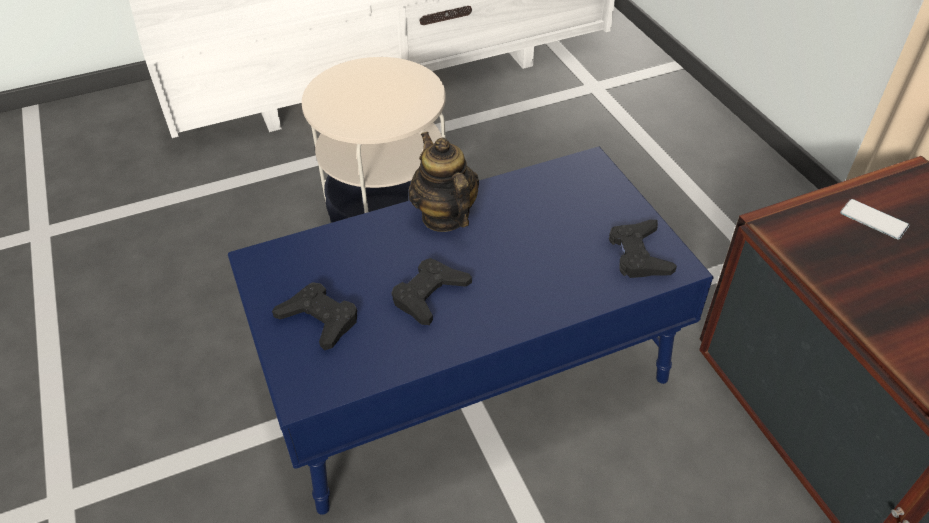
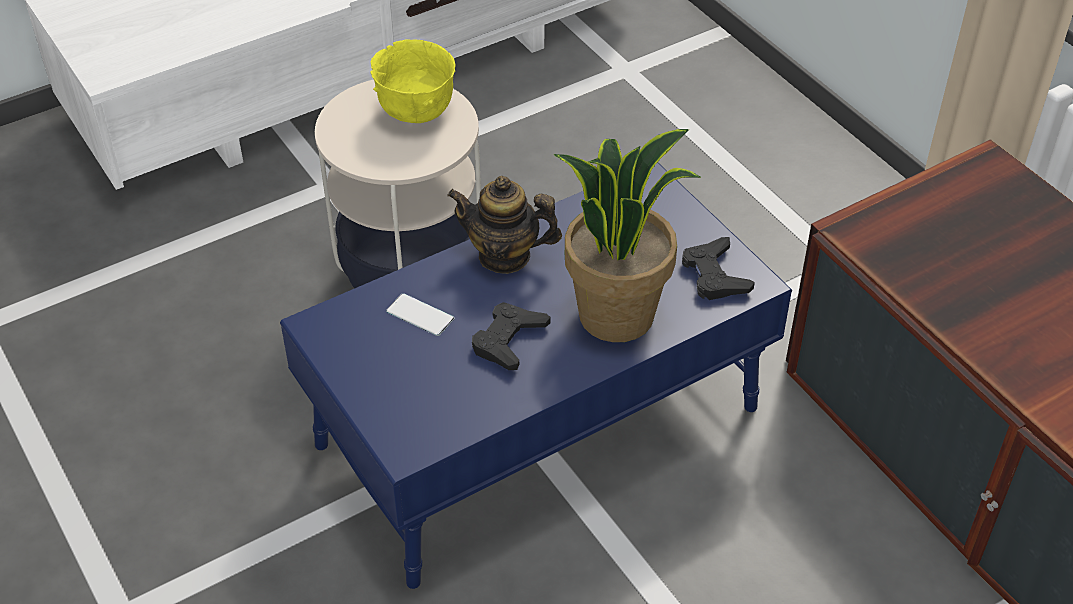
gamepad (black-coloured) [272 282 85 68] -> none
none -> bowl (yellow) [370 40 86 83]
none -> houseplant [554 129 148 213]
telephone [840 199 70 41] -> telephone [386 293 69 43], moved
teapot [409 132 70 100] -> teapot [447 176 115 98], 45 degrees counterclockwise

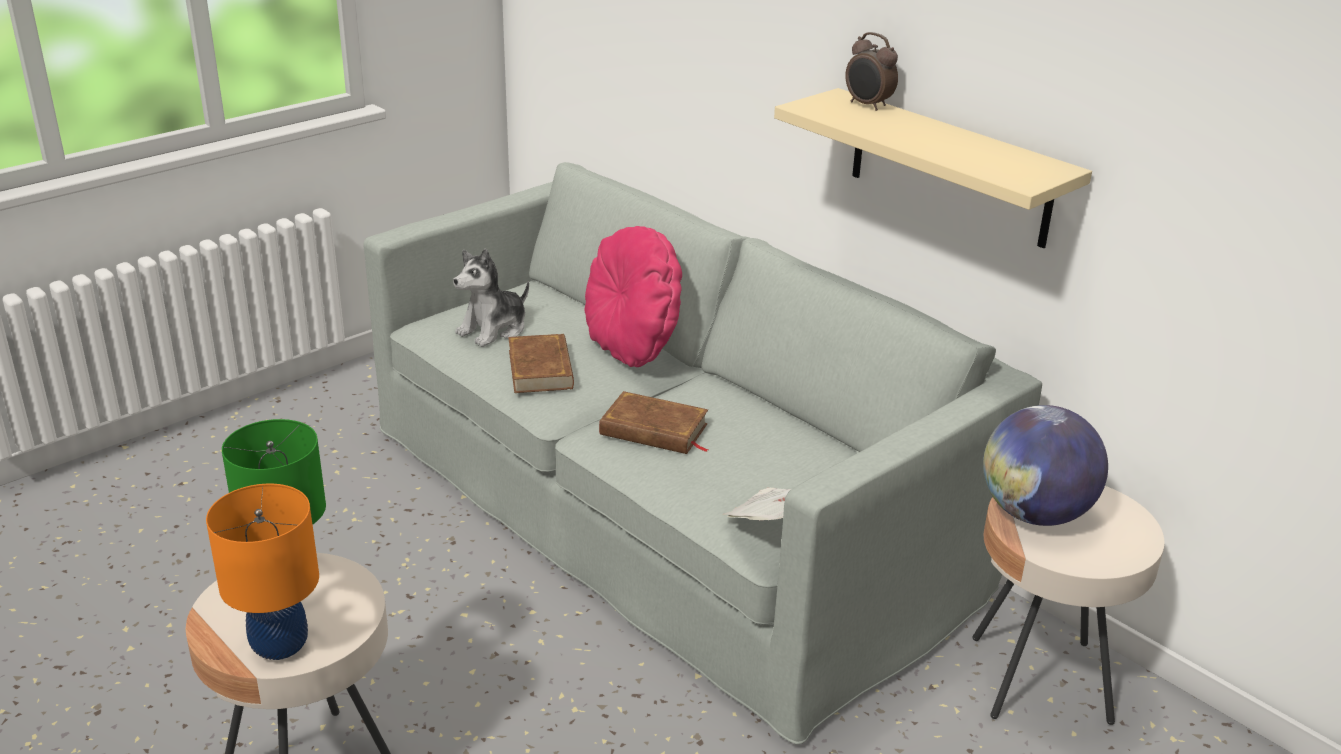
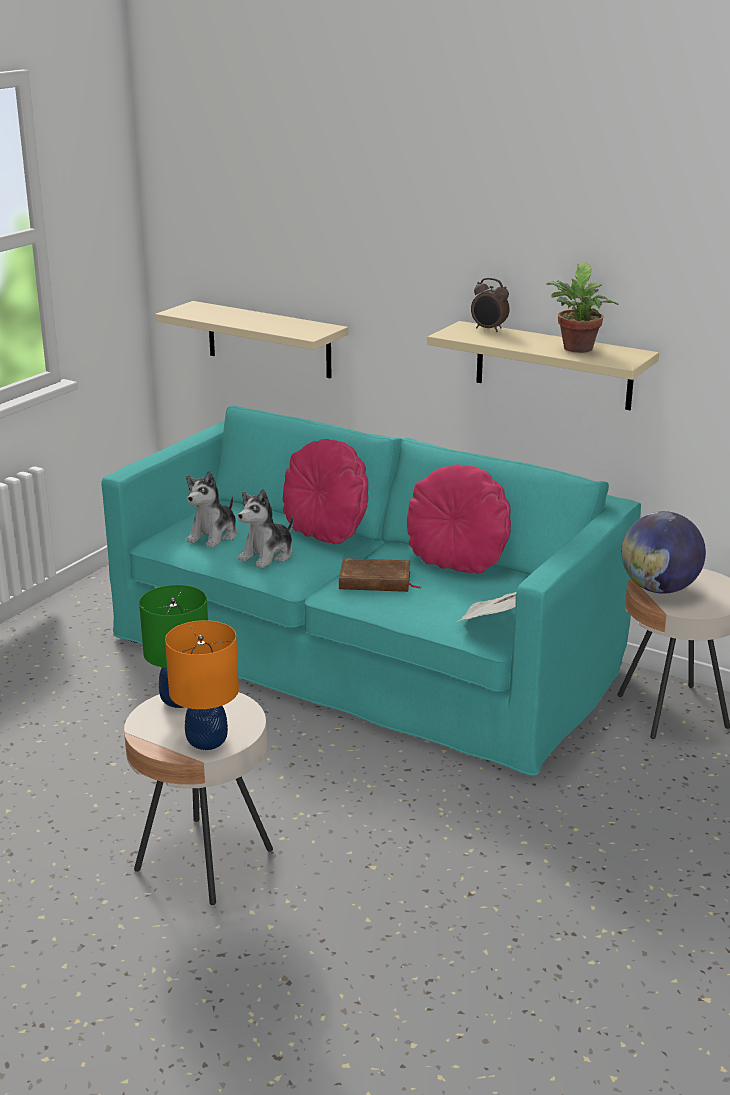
none -> wall shelf (sand-coloured) [155 301 194 78]
none -> throw pillow (pink) [407 464 104 110]
none -> houseplant [546 263 73 90]
bound book (brown-coloured) [508 334 66 59] -> cuddly toy [238 489 55 79]
sofa (gray) [363 162 679 583] -> sofa (turquoise) [101 406 540 370]

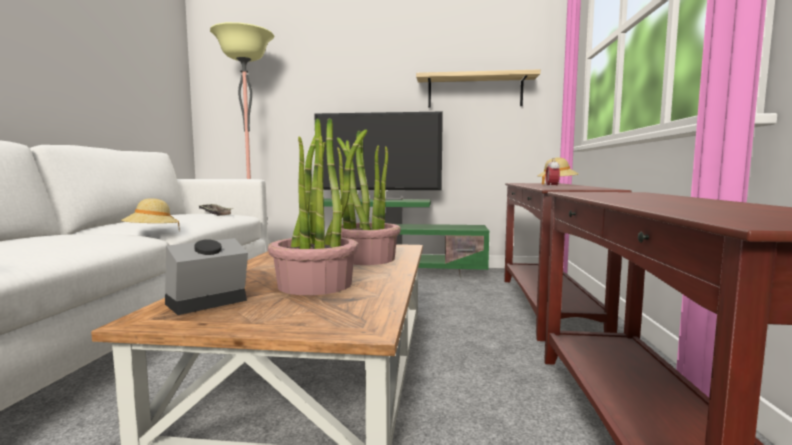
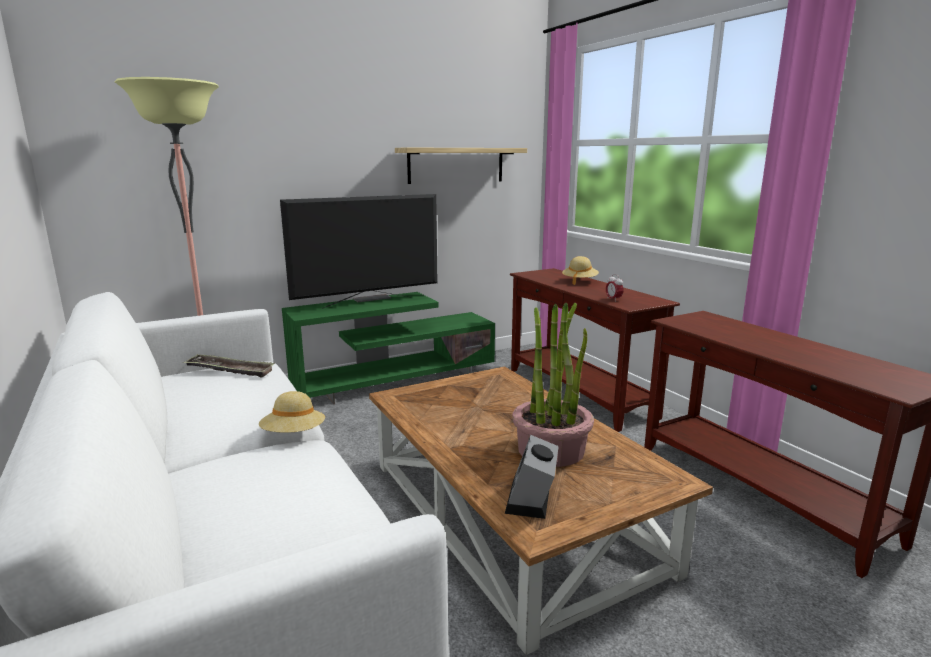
houseplant [337 131 64 134] -> none

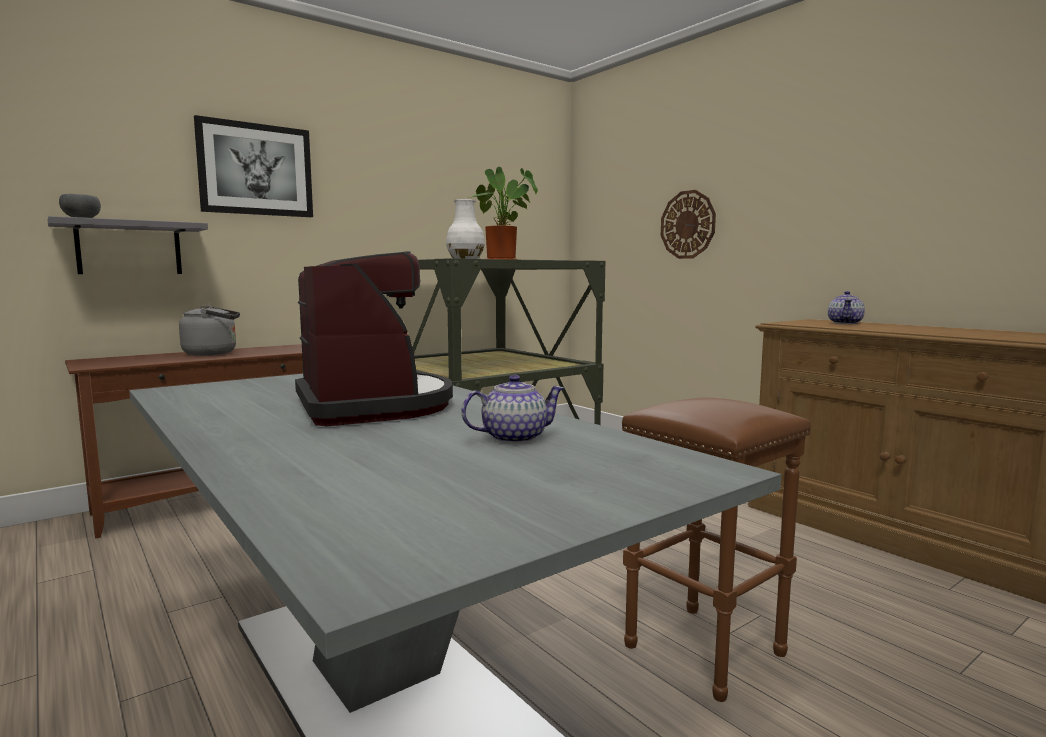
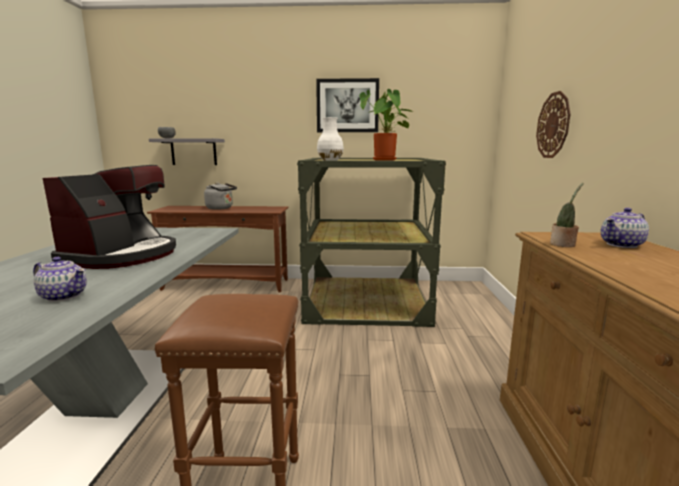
none -> houseplant [550 183 33 64]
wall art [194 115 119 102] -> wall art [316 78 63 54], moved

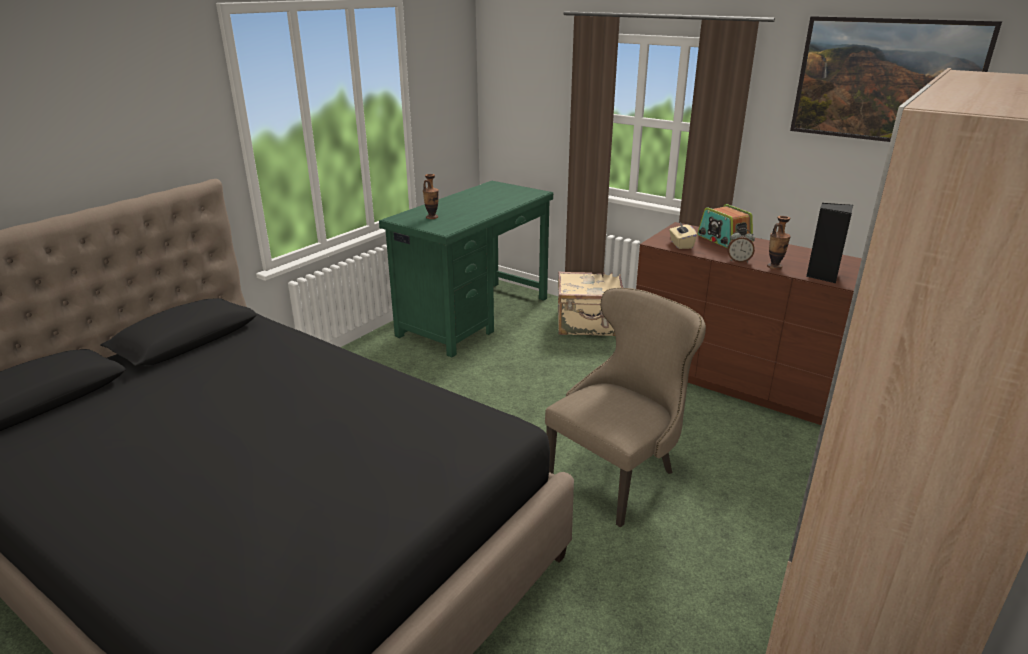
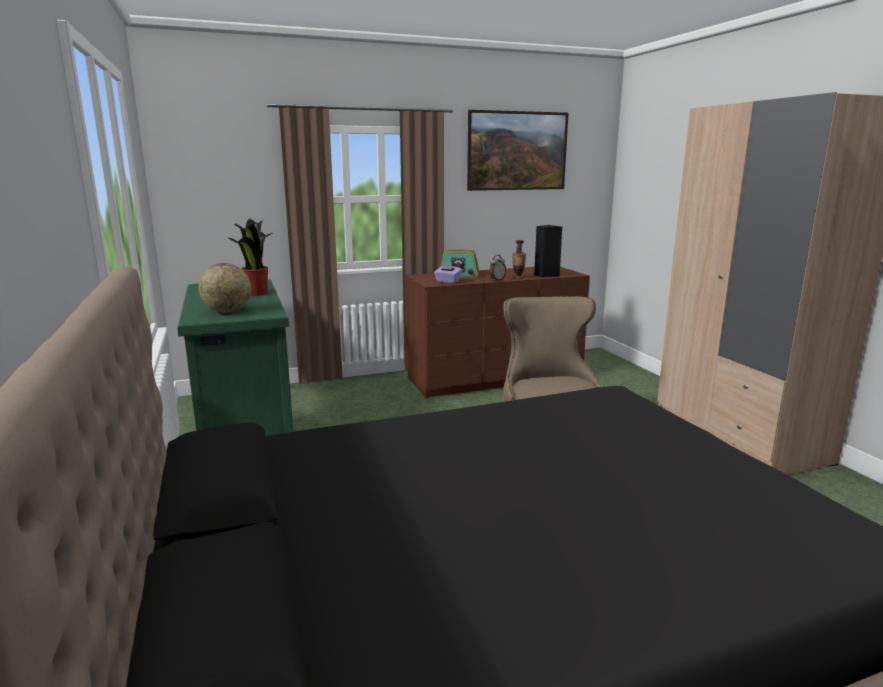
piece of luggage (sand-coloured) [558 271 65 65] -> none
none -> houseplant [228 219 44 77]
flower vase [423 174 16 45] -> desk globe [198 263 53 50]
box of tissues (sand-coloured) [669 222 28 27] -> box of tissues (purplish) [434 263 28 20]

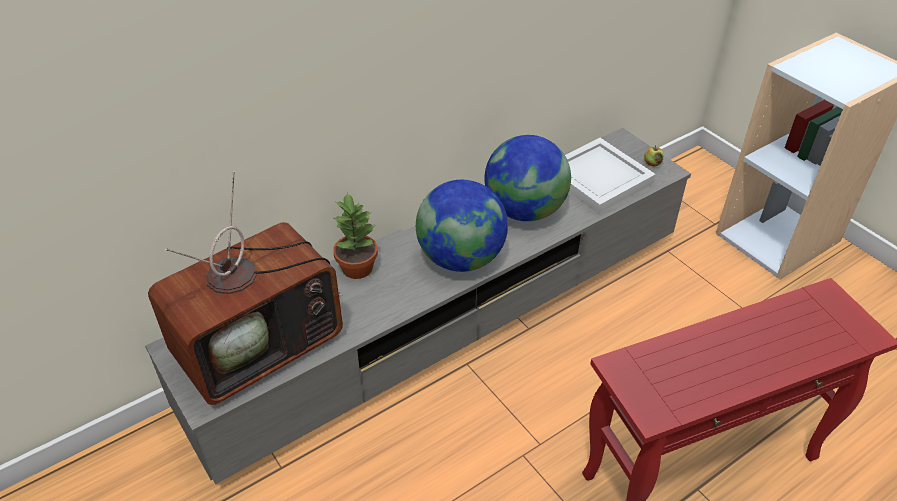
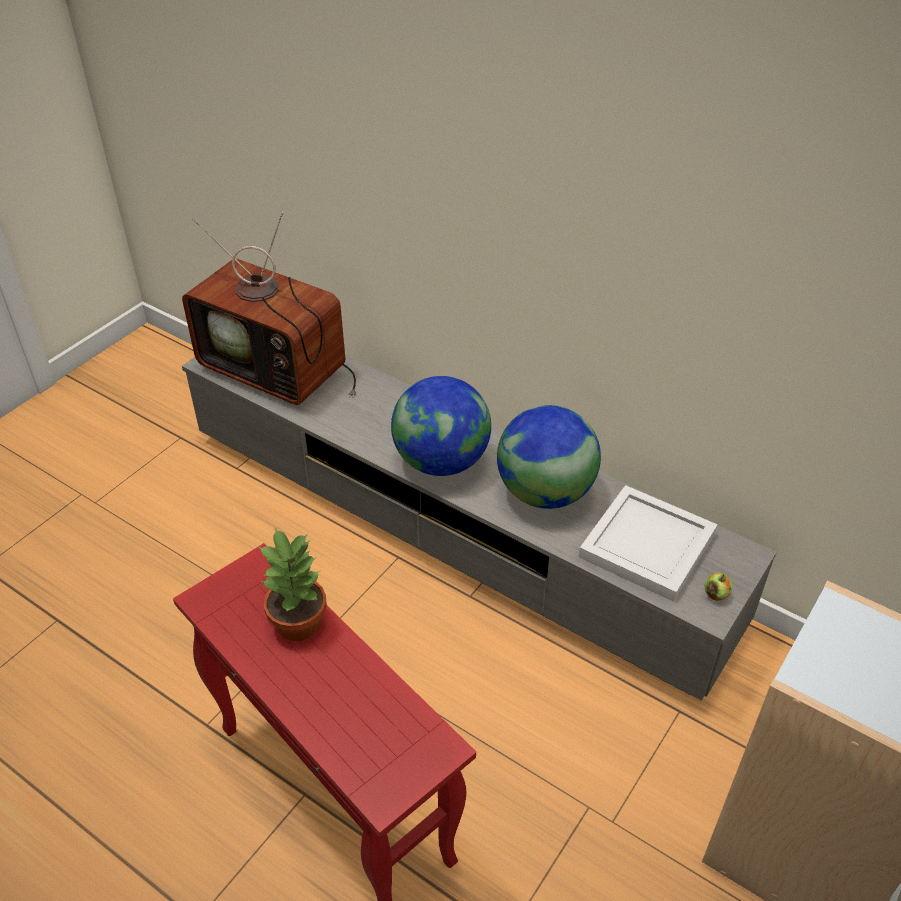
houseplant [332 192 46 87] -> houseplant [259 527 68 114], moved

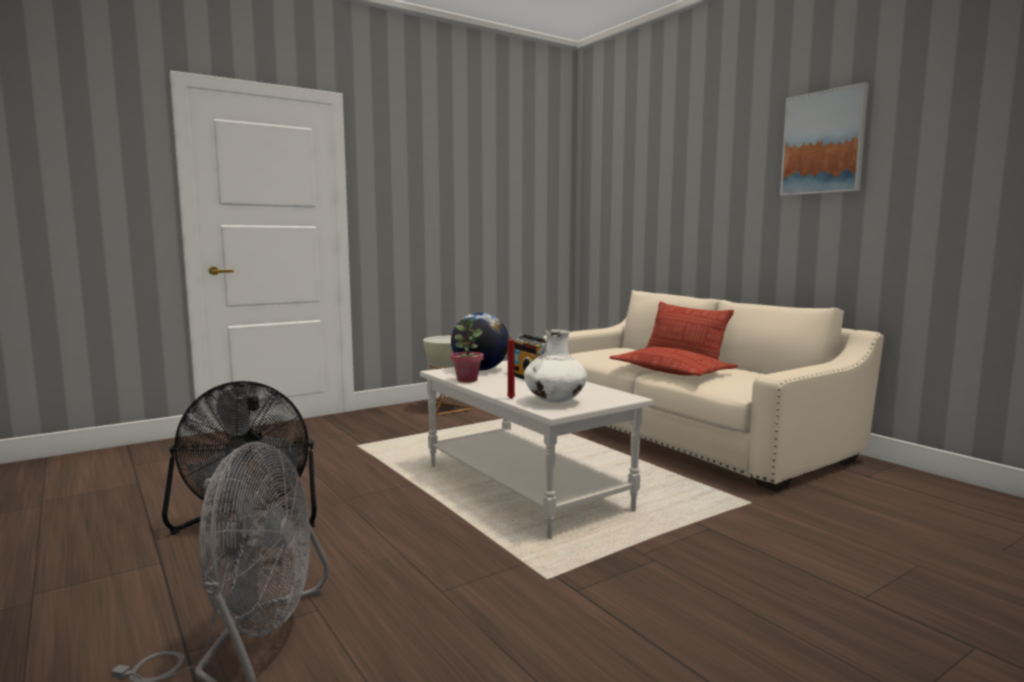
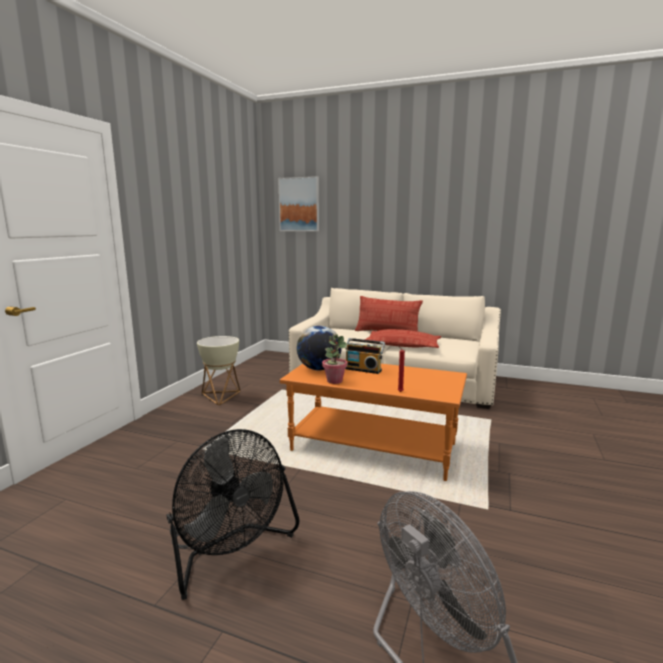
flower vase (white) [524 329 63 74] -> none
wall art [780 82 89 114] -> wall art [278 176 41 55], moved
coffee table (white) [420 360 233 179] -> coffee table (orangey) [280 359 187 122]

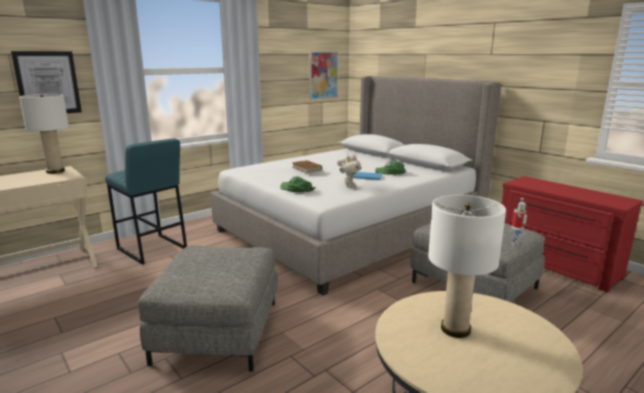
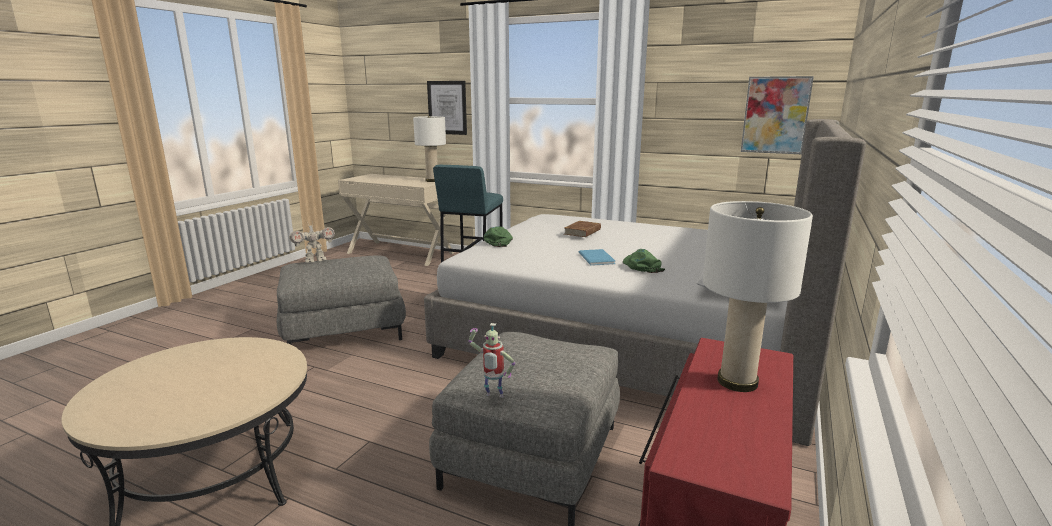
robot figure [337 153 24 35] -> robot figure [289 224 46 39], moved
tabletop lamp (white) [428 195 78 143] -> tabletop lamp (white) [703 201 110 191], moved

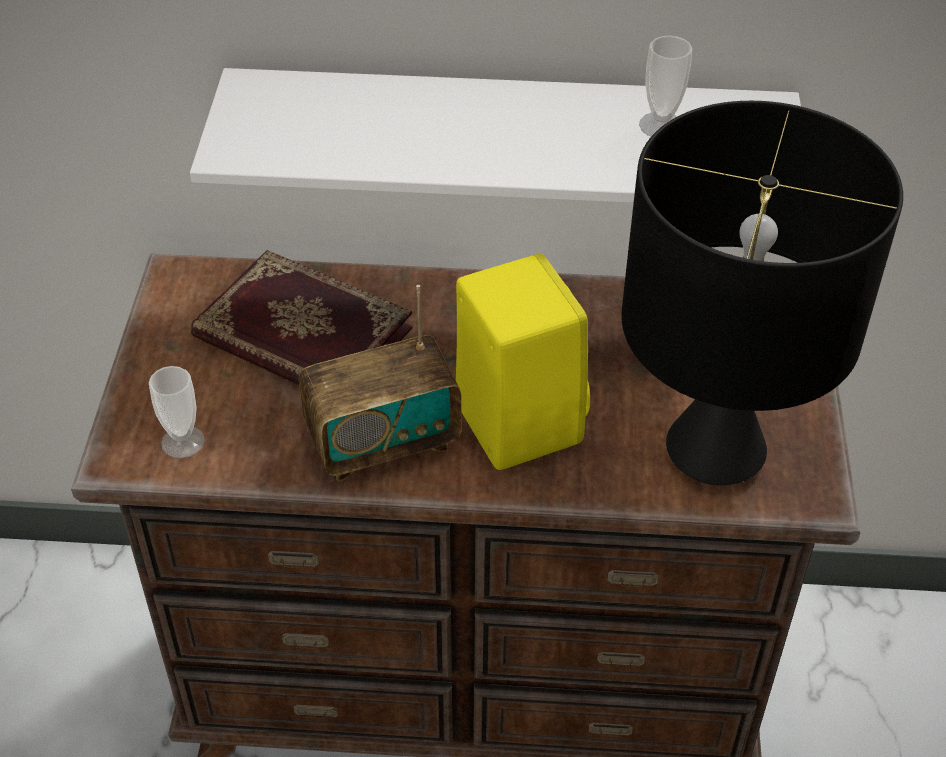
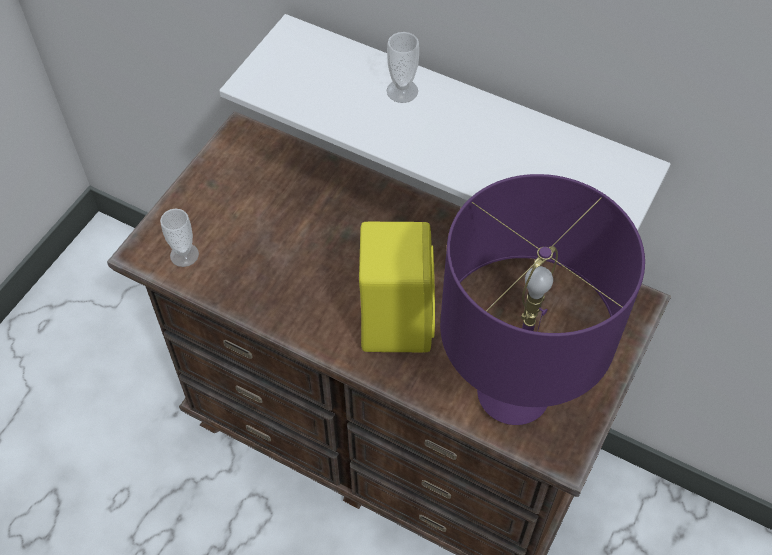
bound book [191 250 222 135] -> none
radio receiver [299 285 162 197] -> none
drinking cup [639 35 53 101] -> drinking cup [387 32 32 71], moved
tabletop lamp (black-coloured) [621 101 282 384] -> tabletop lamp (purplish) [440 174 205 251]

